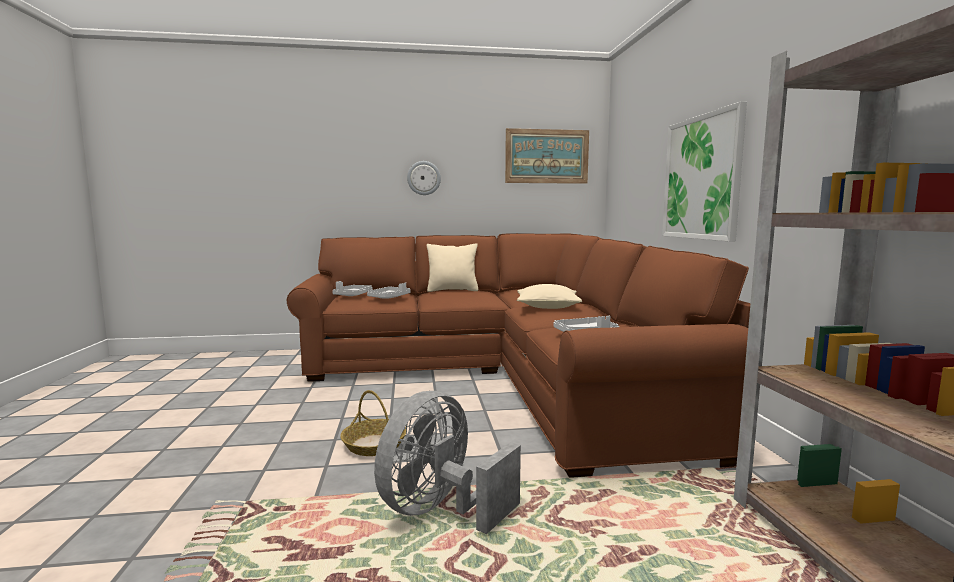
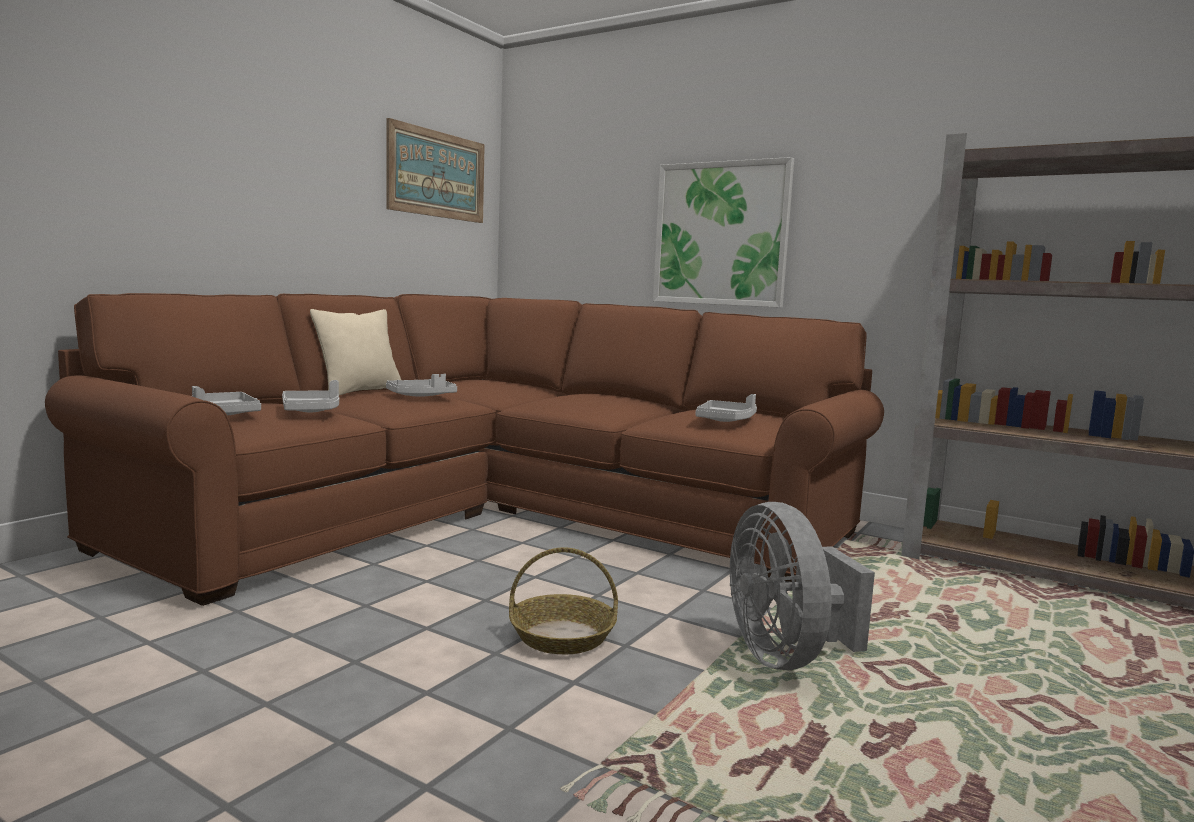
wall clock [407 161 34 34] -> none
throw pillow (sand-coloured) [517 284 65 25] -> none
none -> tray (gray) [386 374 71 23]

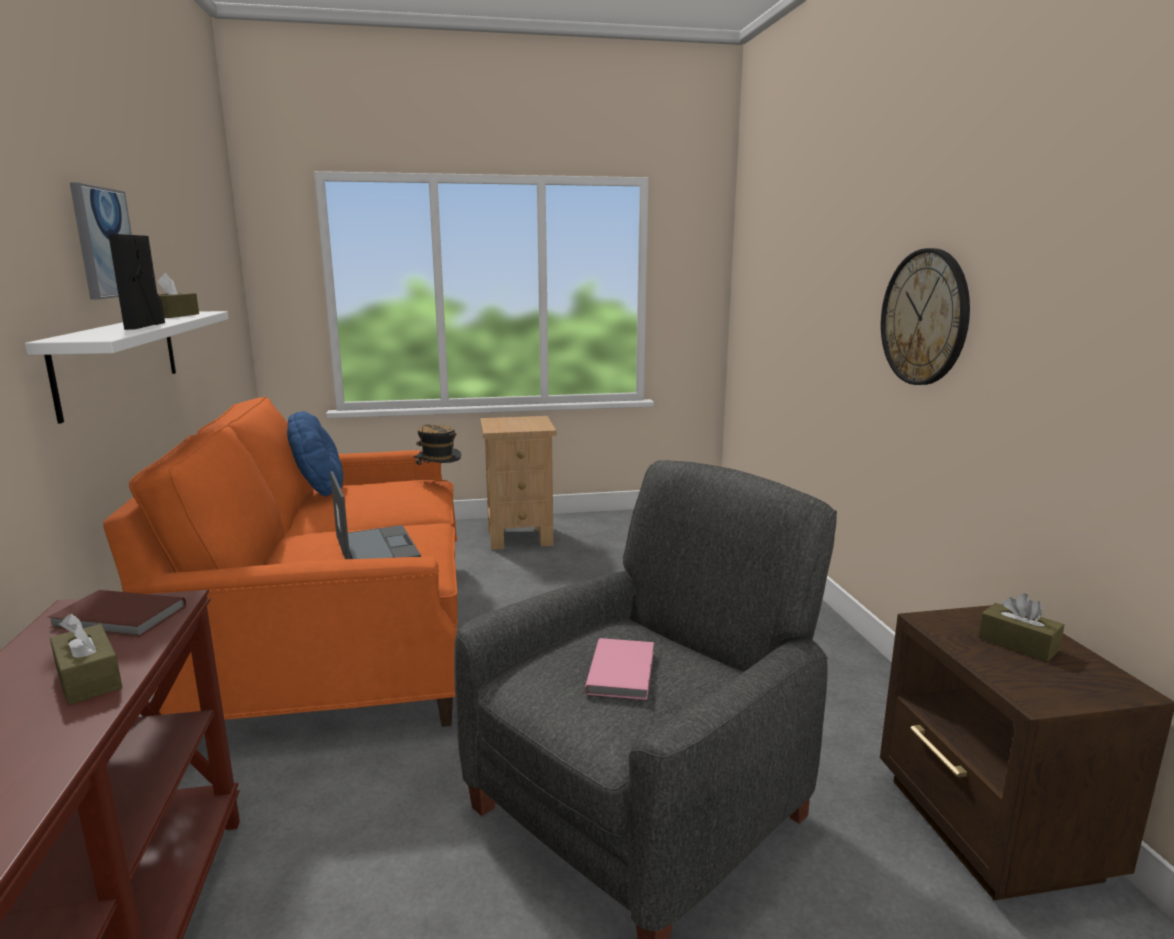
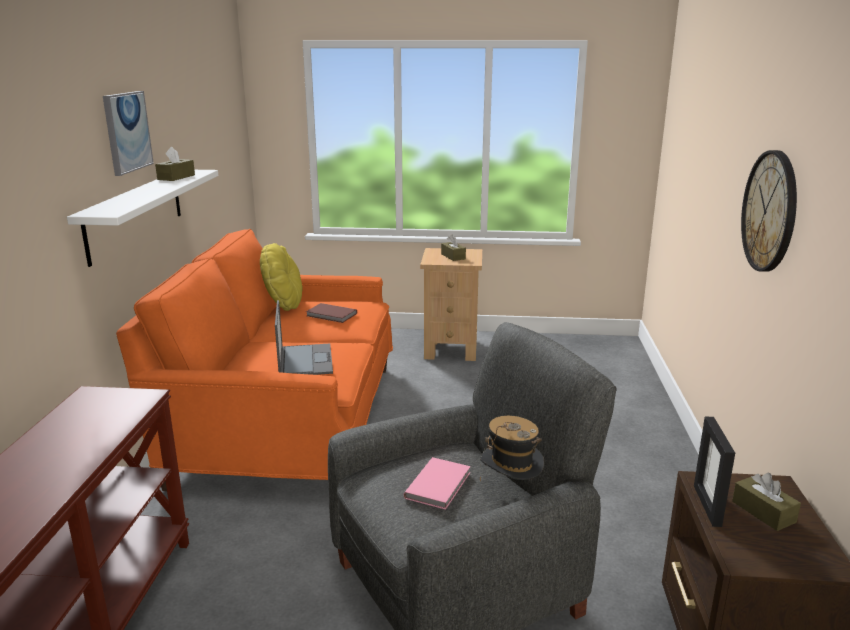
bound book (brown-coloured) [48 590 138 47] -> bound book (brown-coloured) [306 303 51 20], moved
box of tissues (brown-coloured) [50 614 72 91] -> box of tissues (brown-coloured) [441 235 25 26], moved
picture frame [108 234 57 96] -> picture frame [694 417 41 110], moved
clothing hat [413 424 48 55] -> clothing hat [480 416 64 66], moved
throw pillow (blue-coloured) [287 411 56 86] -> throw pillow (yellow) [260 243 43 68]

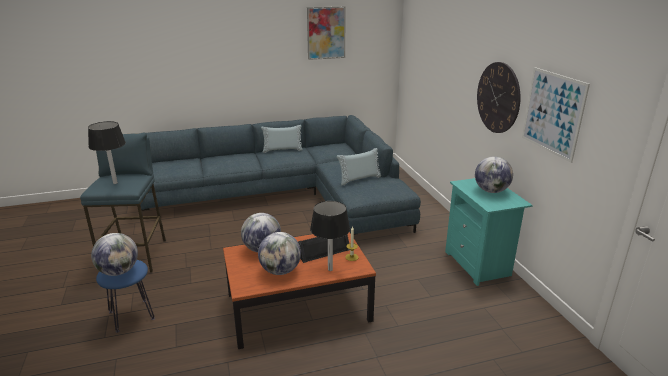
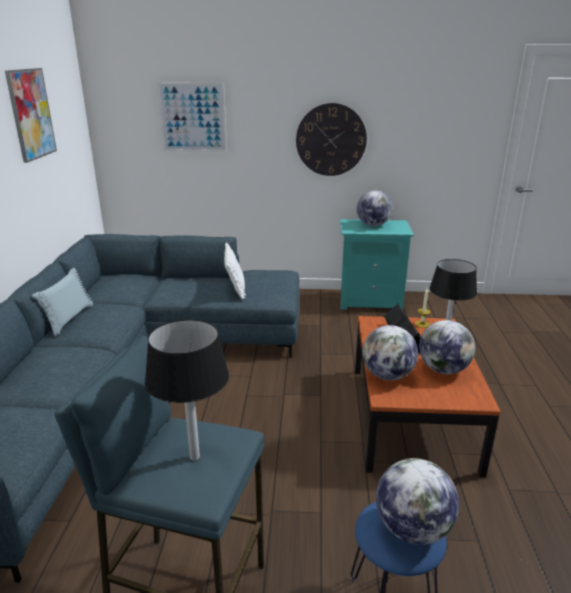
wall art [522 67 68 96] -> wall art [157 82 70 70], moved
throw pillow (blue-coloured) [337 148 44 38] -> throw pillow (white) [224 243 22 56]

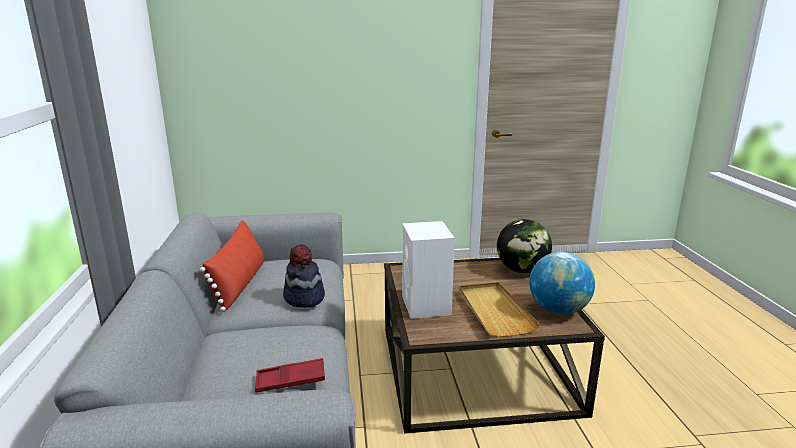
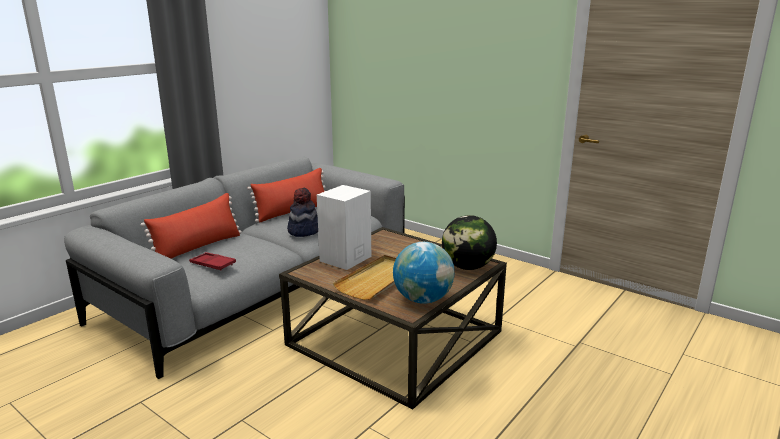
none -> throw pillow (red-coloured) [140 193 102 66]

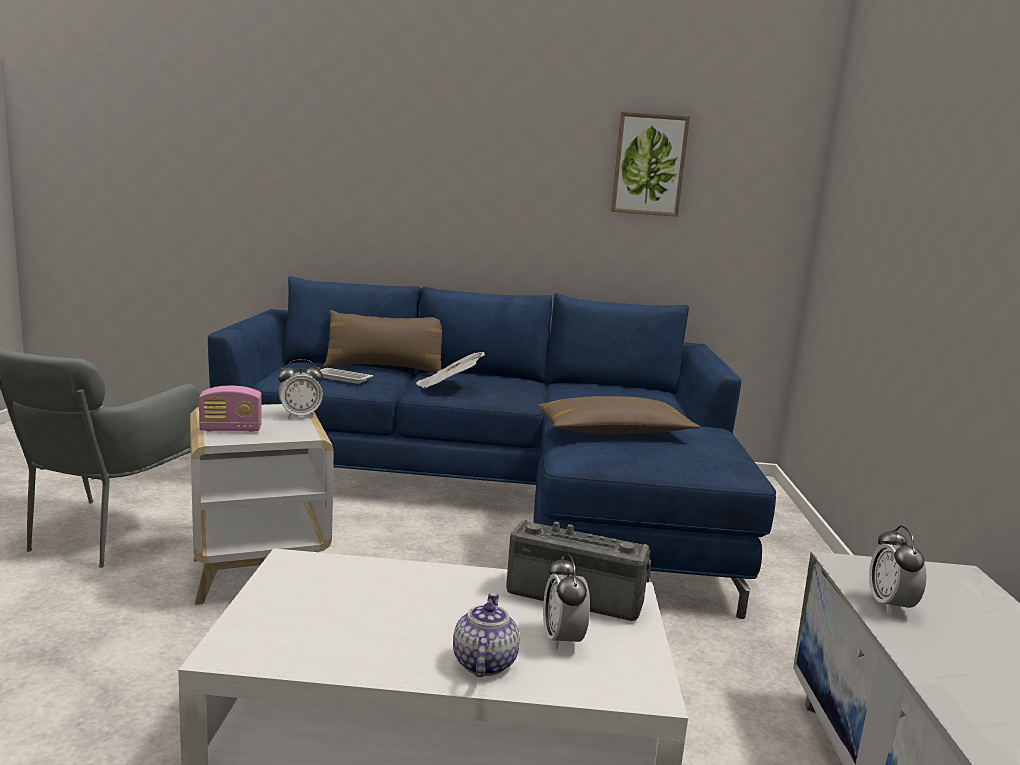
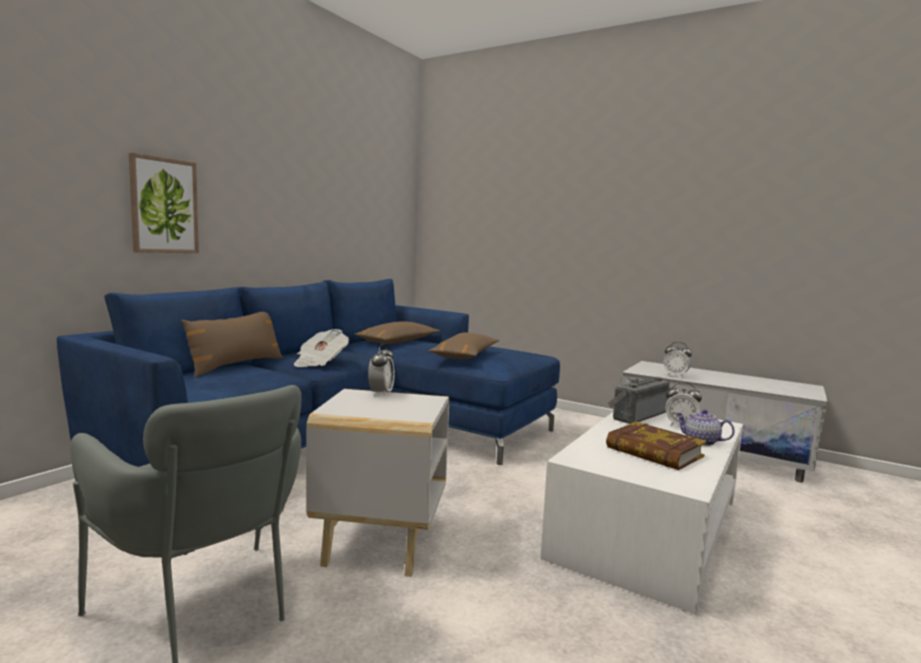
radio receiver [199 386 63 46] -> none
tray (white) [320 368 53 16] -> none
none -> throw pillow (brown-coloured) [354 321 86 23]
none -> bound book [606 422 100 48]
wall art [611 112 79 105] -> wall art [129 153 70 100], moved

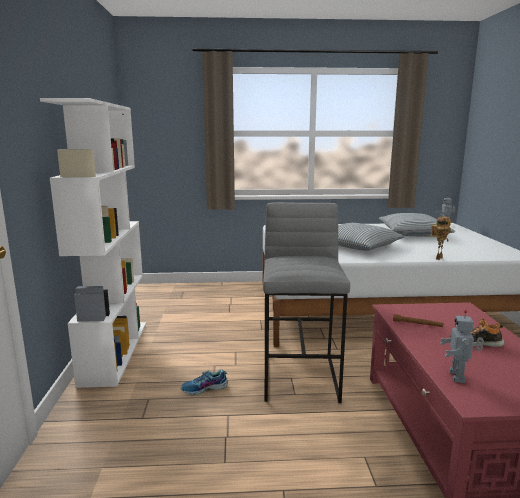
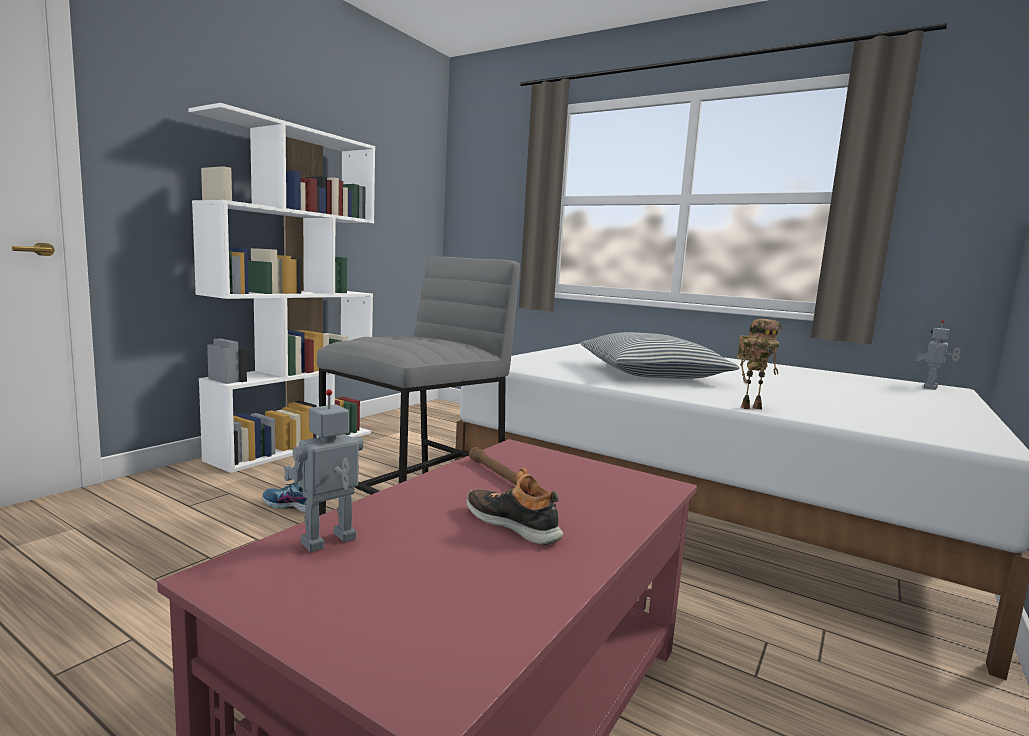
throw pillow [379 213 76 24] -> none

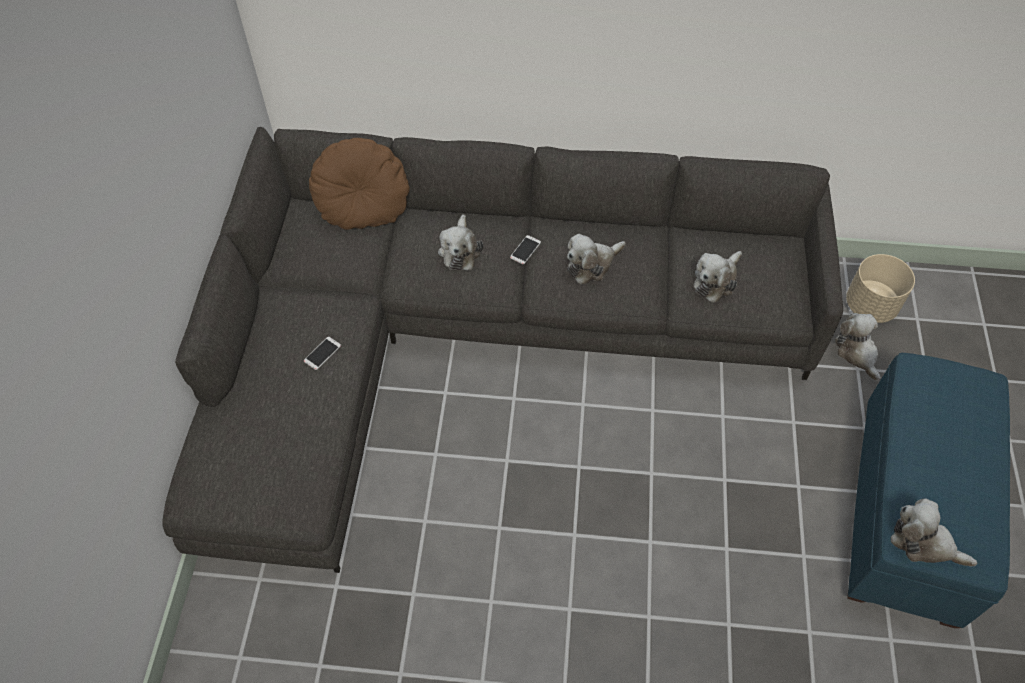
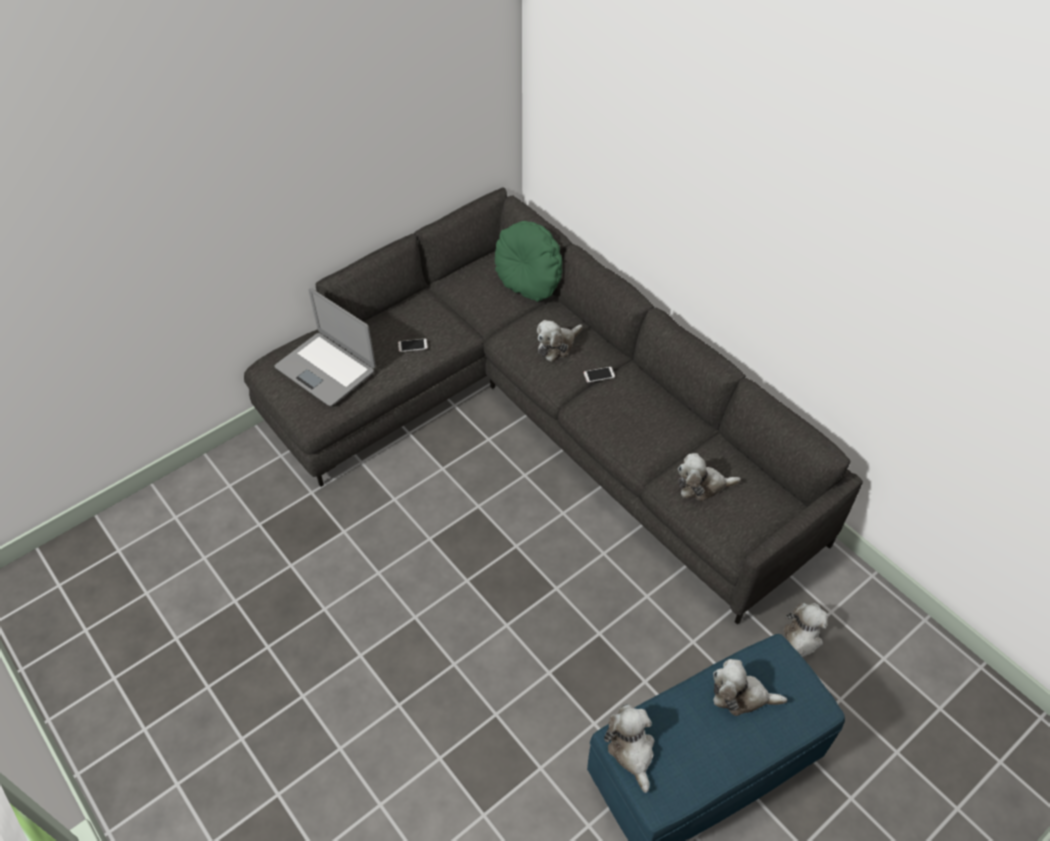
planter (sand-coloured) [846 254 69 69] -> none
none -> notebook computer [275 288 101 118]
cuddly toy [567 234 59 51] -> cuddly toy [713 659 74 57], moved
throw pillow (brown-coloured) [309 138 101 92] -> throw pillow (green) [495 221 67 81]

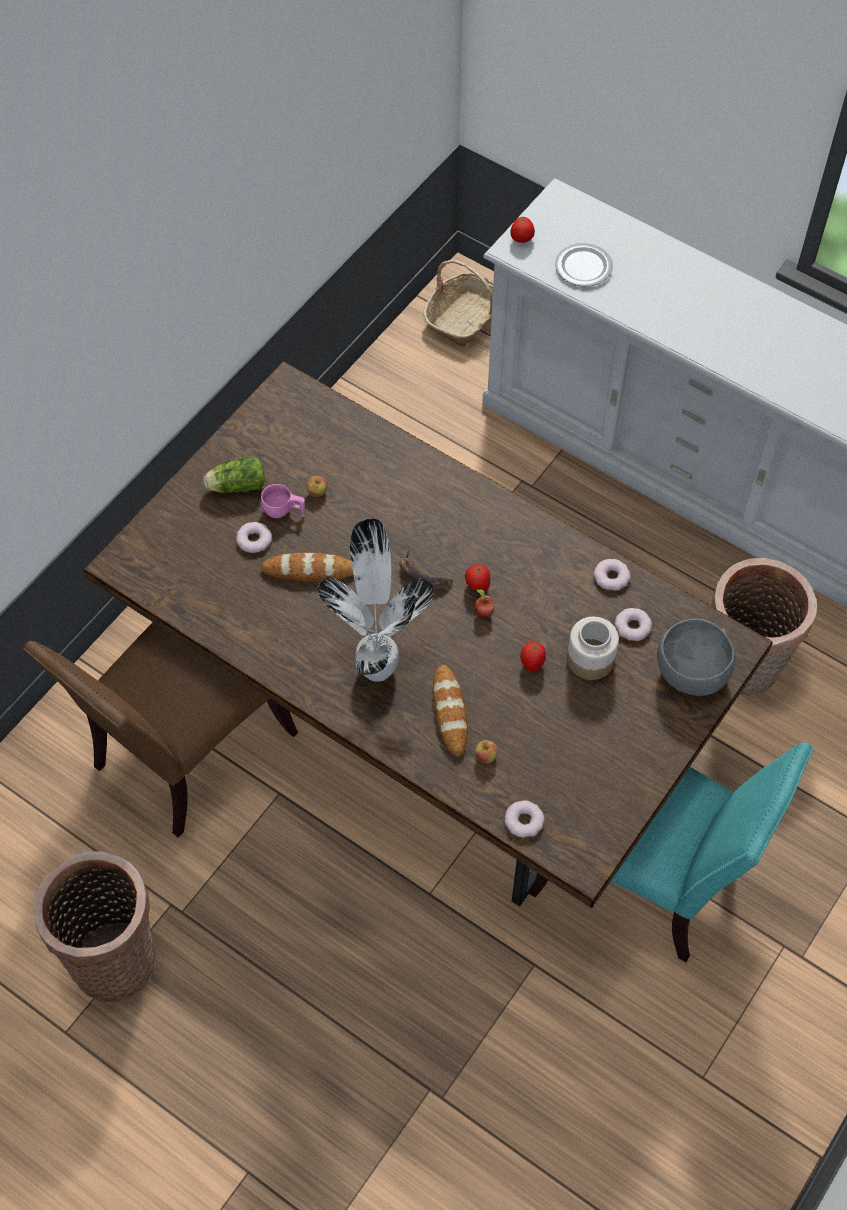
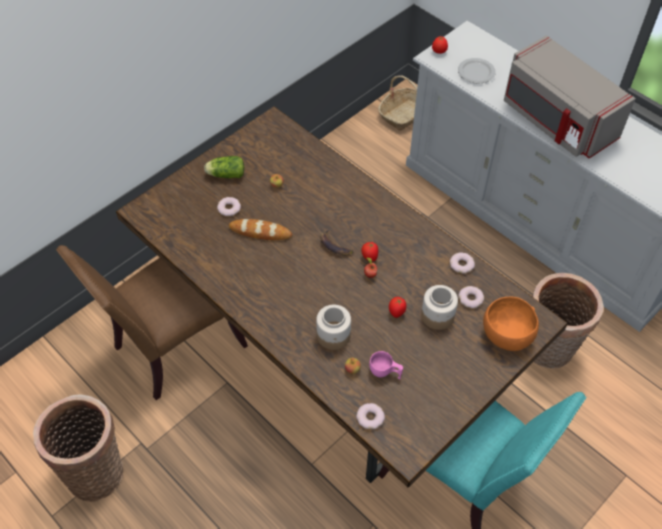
houseplant [318 519 117 163] -> none
none -> microwave oven (gray) [504 35 132 123]
drinking cup (pink) [261 484 44 34] -> drinking cup (pink) [369 351 34 28], moved
bread [433 664 34 92] -> jar [316 305 35 45]
bowl (gray) [657 618 78 78] -> bowl (orangey) [483 297 56 54]

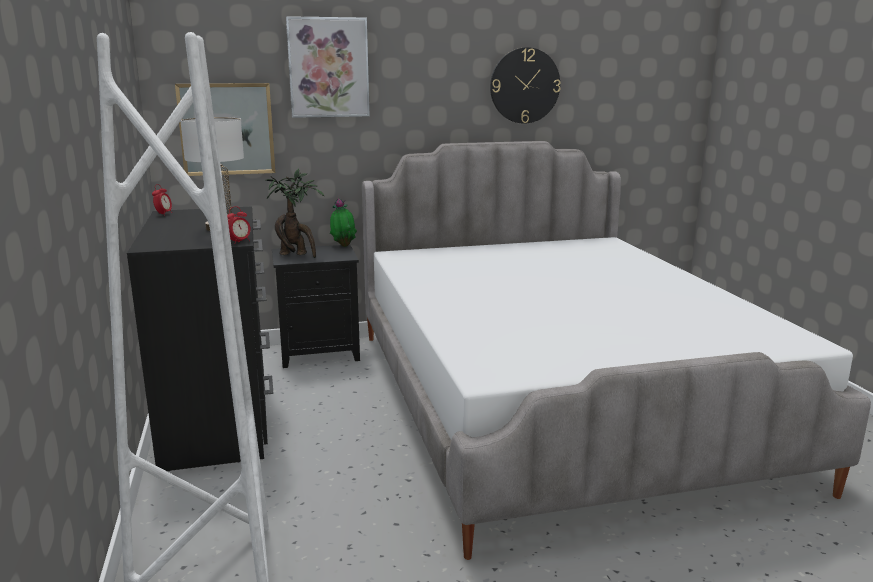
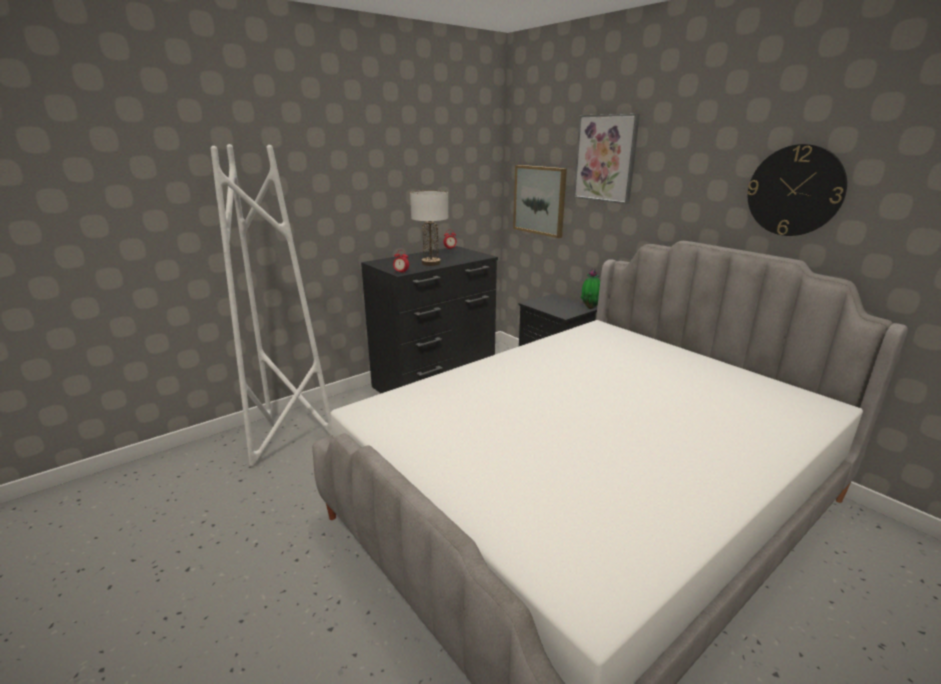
houseplant [266 168 59 90] -> none

